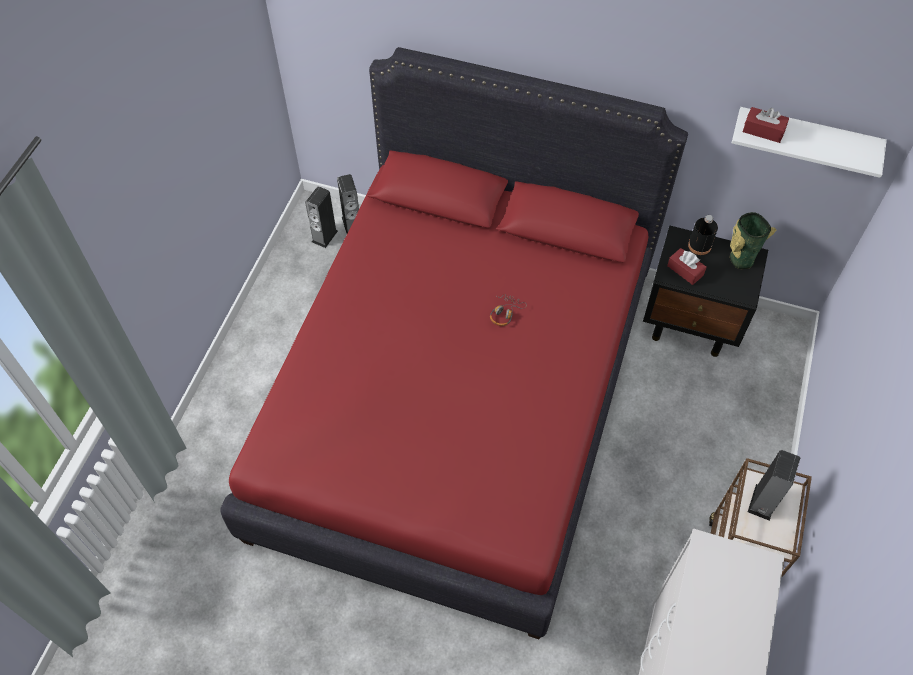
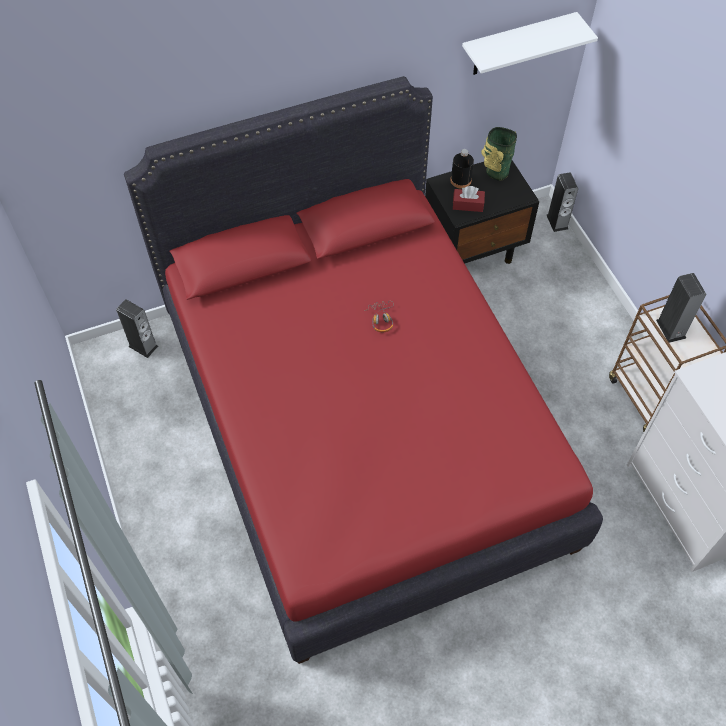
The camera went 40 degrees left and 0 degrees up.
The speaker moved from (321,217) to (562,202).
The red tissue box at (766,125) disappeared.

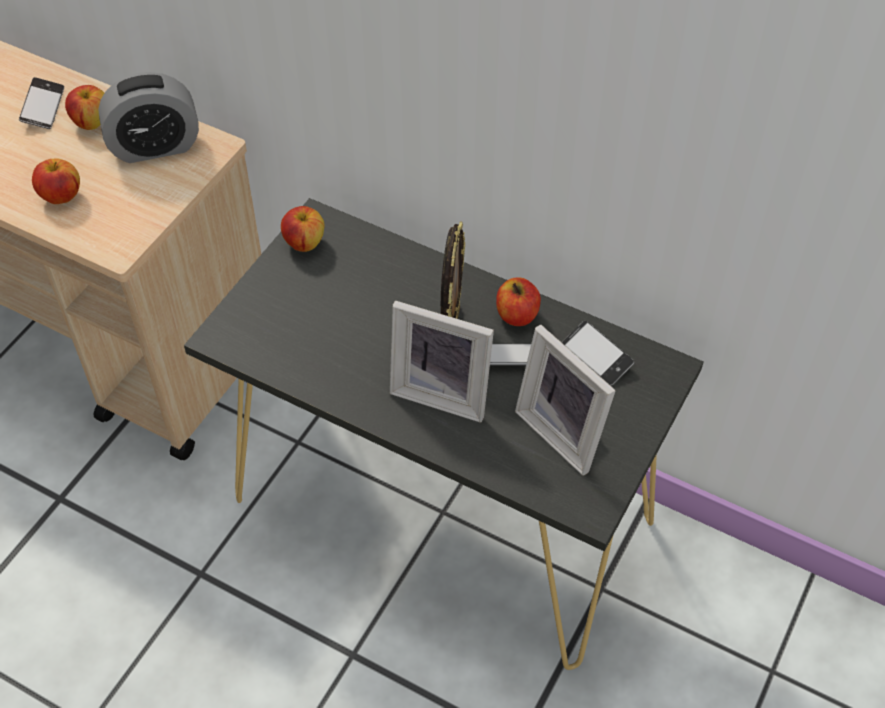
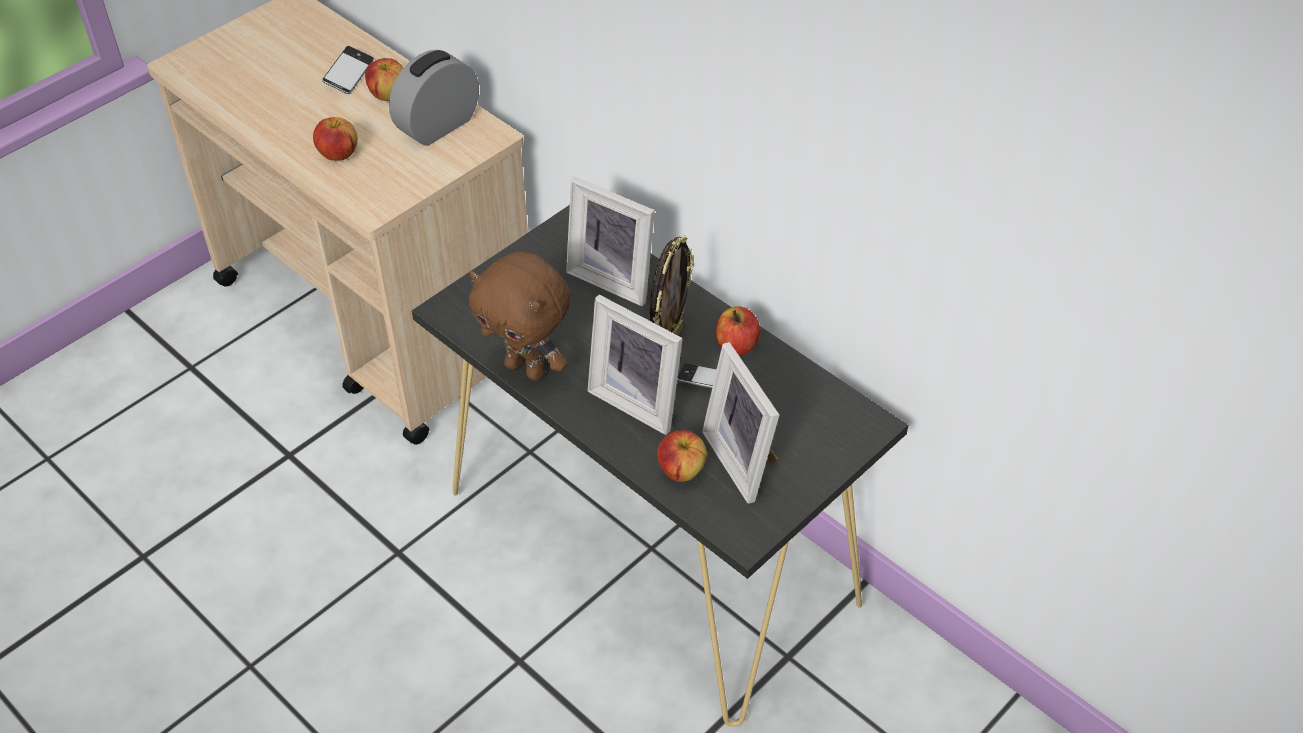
The camera went 15 degrees right and 5 degrees down.
The alarm clock at (148,117) turned 135 degrees clockwise.
The brown plush toy at (519,316) appeared.
The picture frame at (610,241) appeared.
The apple moved from (302,229) to (682,456).
The phone at (598,353) disappeared.

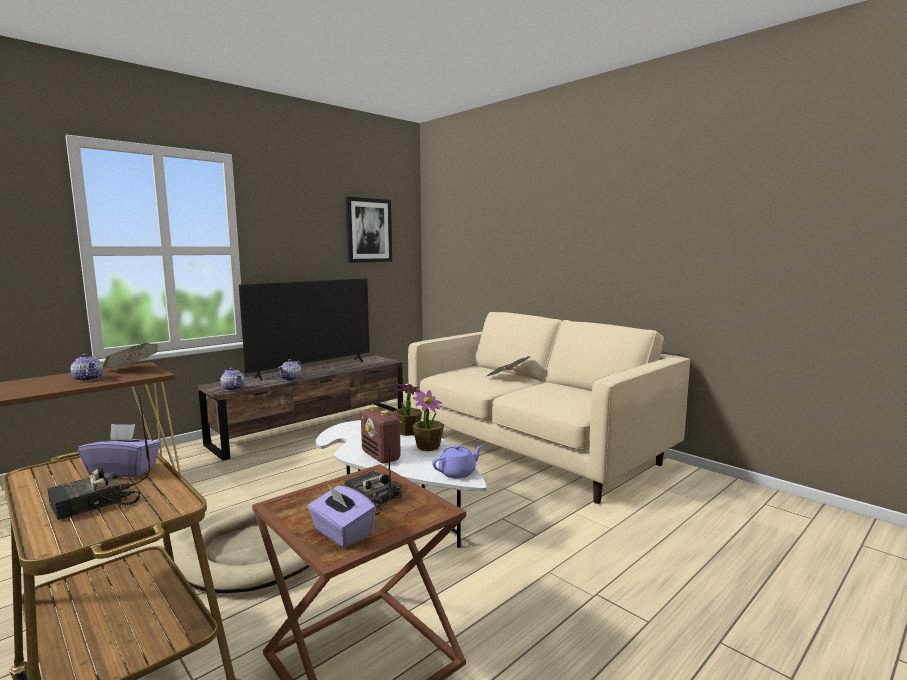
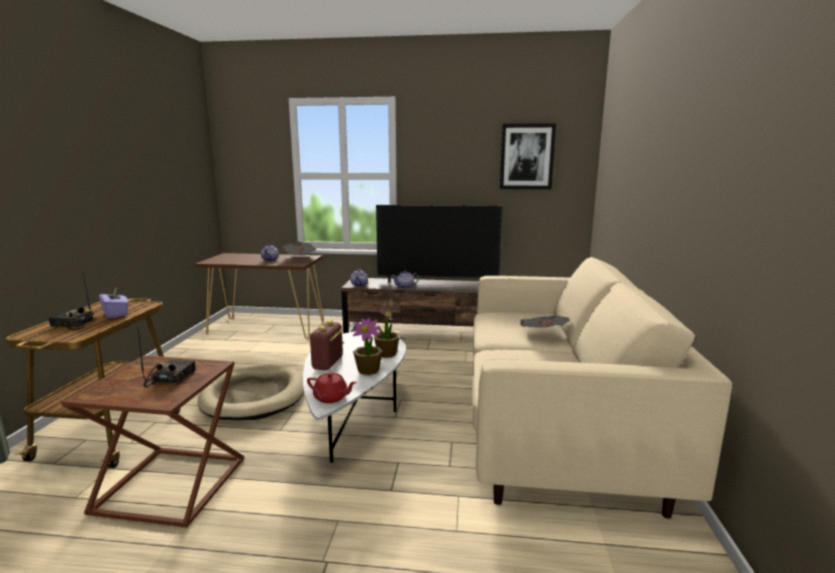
The camera went 50 degrees right and 5 degrees up.
The purple teapot at (458,462) became the red teapot at (332,387).
The purple tissue box at (341,516) disappeared.

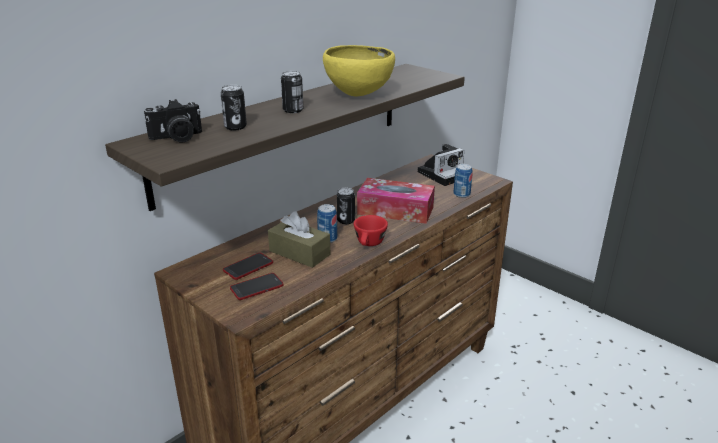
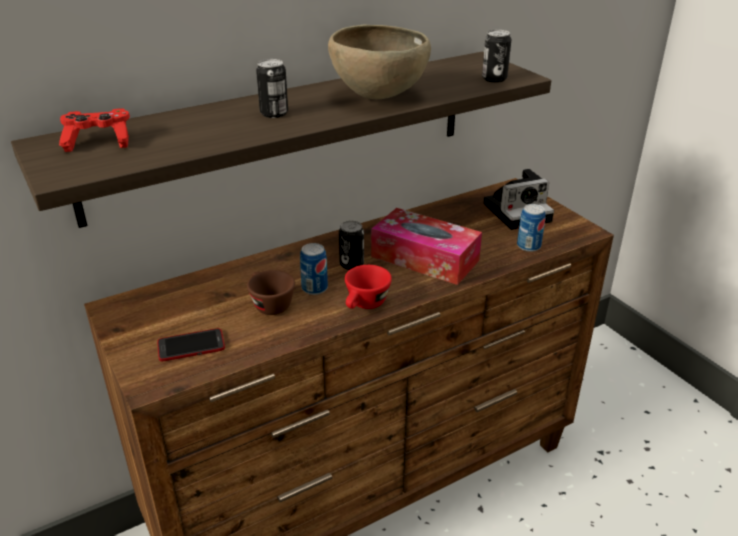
The camera went 15 degrees right and 5 degrees up.
The photo camera at (173,120) was replaced by the red game controller at (94,130).
The brown tissue box at (299,239) was replaced by the brown cup at (271,292).
The yellow bowl at (359,71) became the brown bowl at (379,61).
The can moved from (234,107) to (497,56).
The phone at (248,266) disappeared.

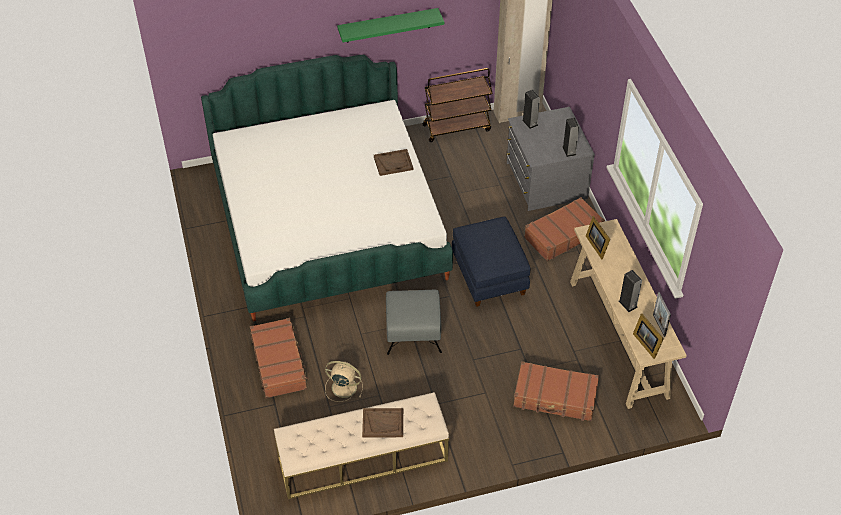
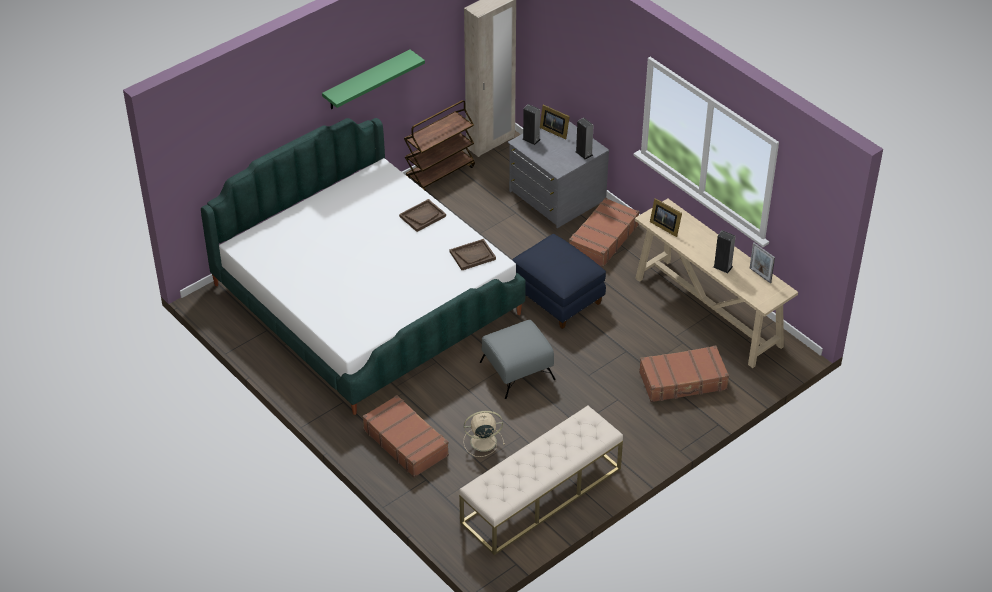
The camera went 25 degrees left and 5 degrees down.
The brown tray moved from (382,422) to (473,254).
The picture frame moved from (648,336) to (555,122).

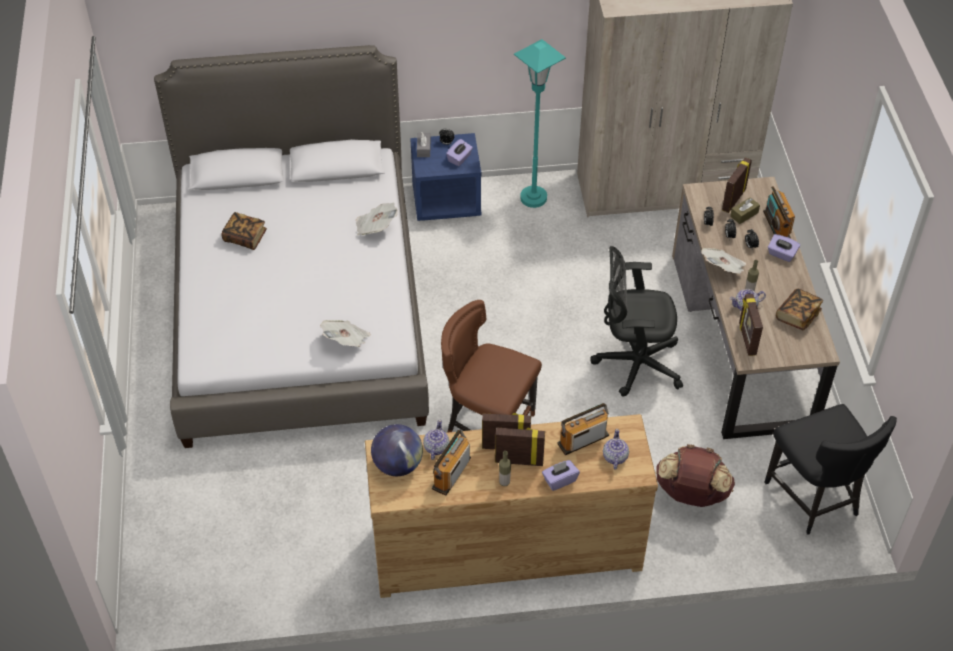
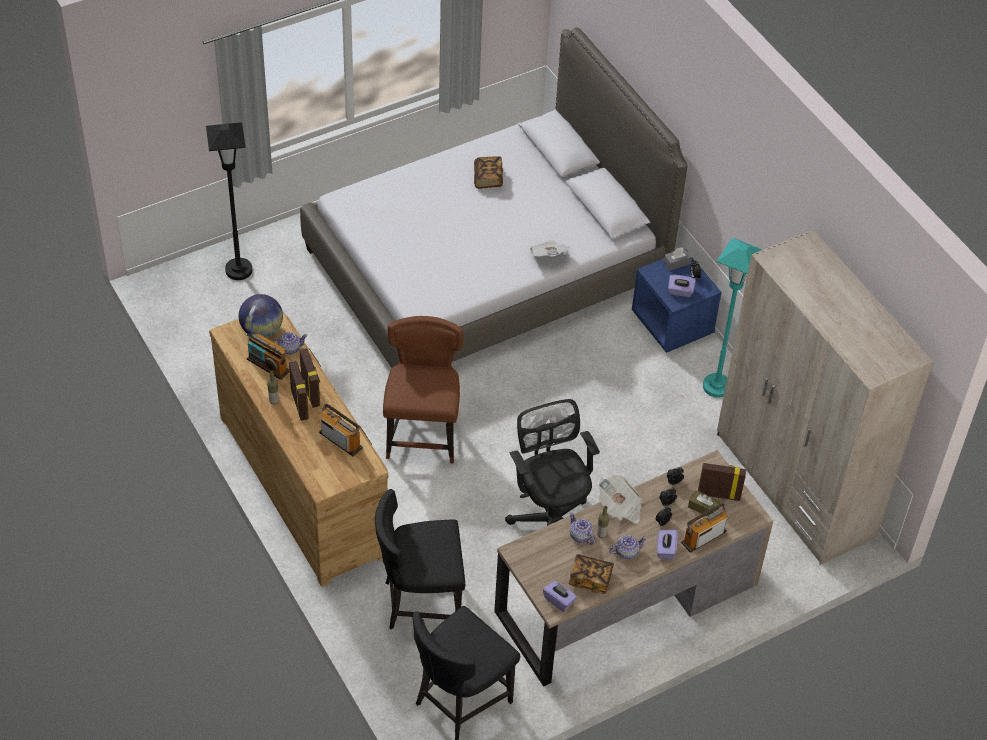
The camera went 65 degrees right and 0 degrees up.
The black floor lamp at (229,201) appeared.
The radio at (451,463) turned 150 degrees counterclockwise.
The brown backpack at (695,475) was replaced by the black chair at (420,559).
The purple tissue box moved from (561,475) to (560,596).
The teapot moved from (616,449) to (628,547).
The newspaper at (345,333) disappeared.
The picture frame at (751,325) disappeared.

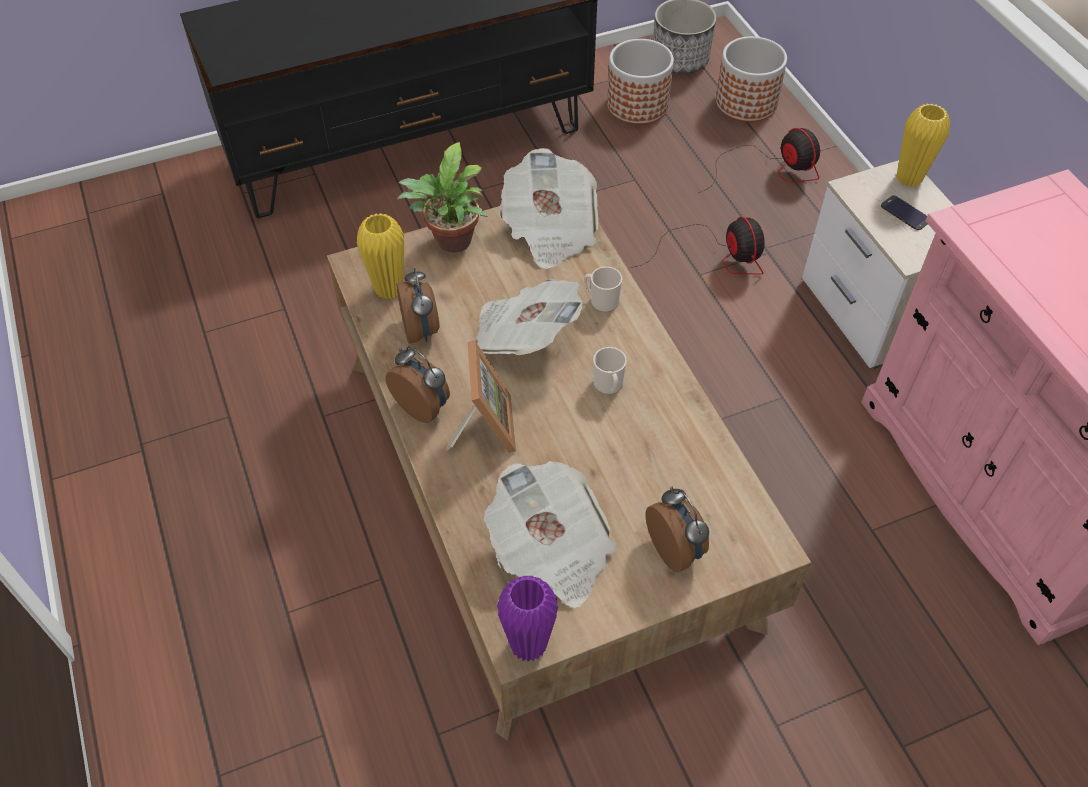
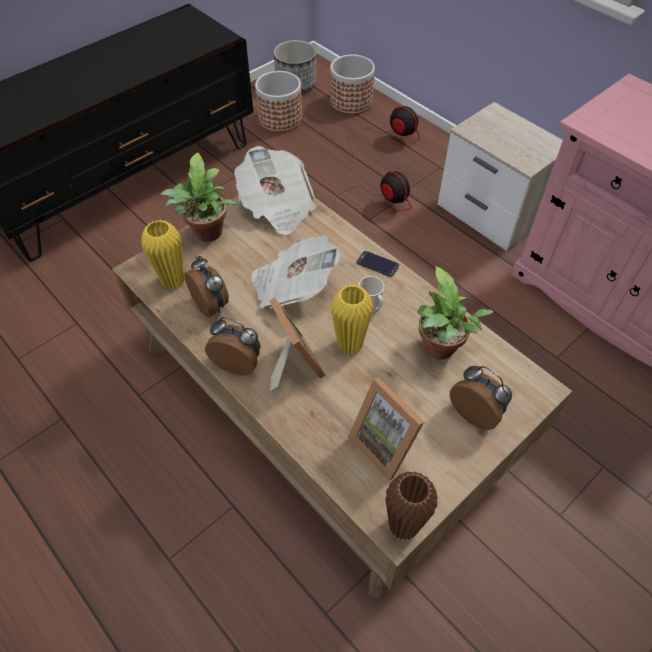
The camera went 20 degrees left and 0 degrees up.
The yellow vase moved from (923,145) to (352,320).
The newspaper at (550,534) was replaced by the picture frame at (386,429).
The phone moved from (904,212) to (378,264).
The purple vase at (527,619) became the brown vase at (411,505).
The potted plant at (455,313) appeared.
The mug at (603,289) disappeared.

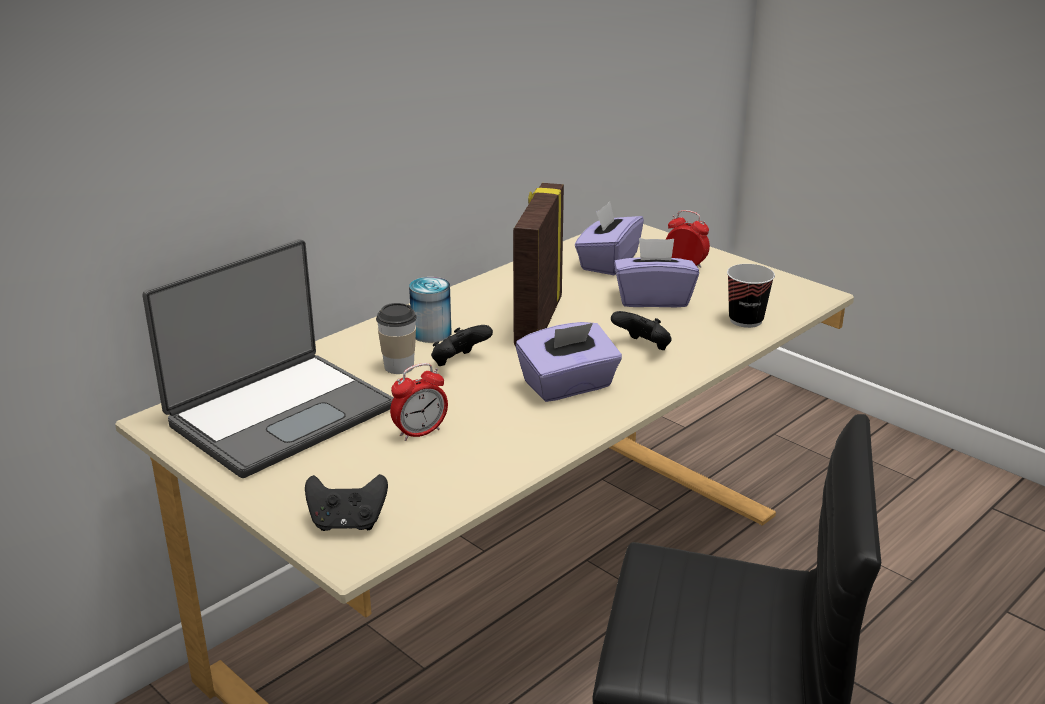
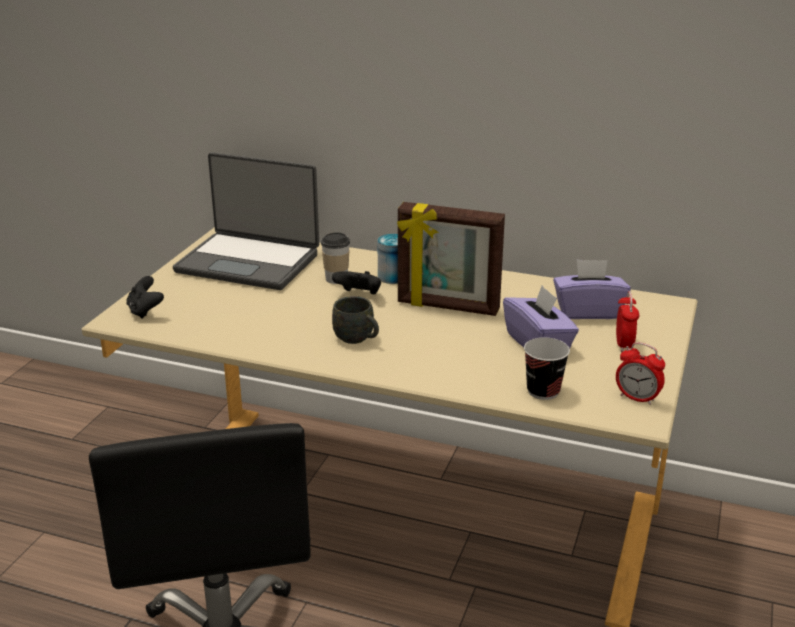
The camera went 65 degrees right and 0 degrees up.
The purple tissue box at (569,362) was replaced by the grey mug at (355,320).
The picture frame at (538,265) turned 150 degrees counterclockwise.
The alarm clock moved from (419,402) to (640,373).
The black game controller at (641,330) disappeared.

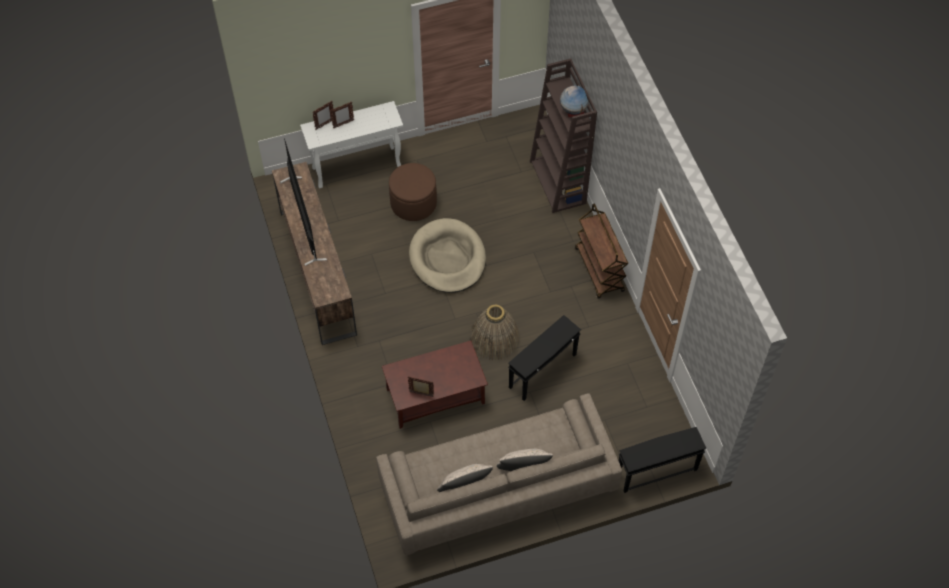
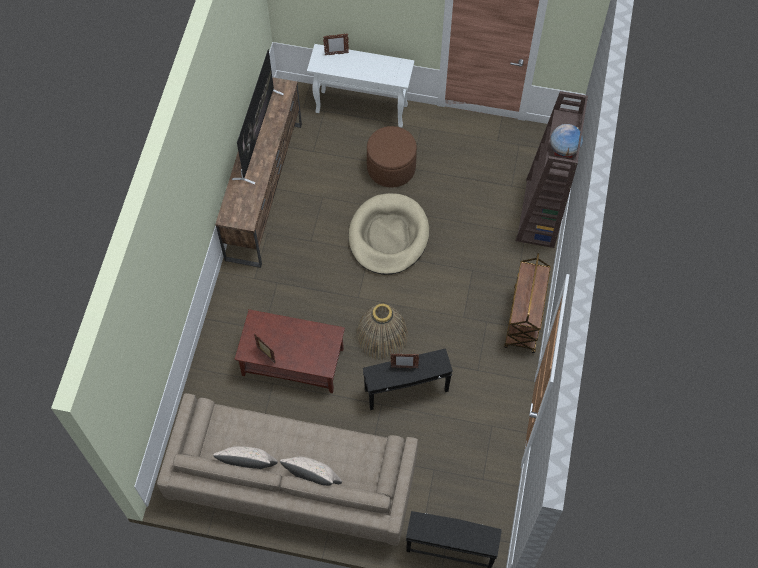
The camera went 30 degrees right and 5 degrees up.
The picture frame moved from (342,115) to (404,361).

